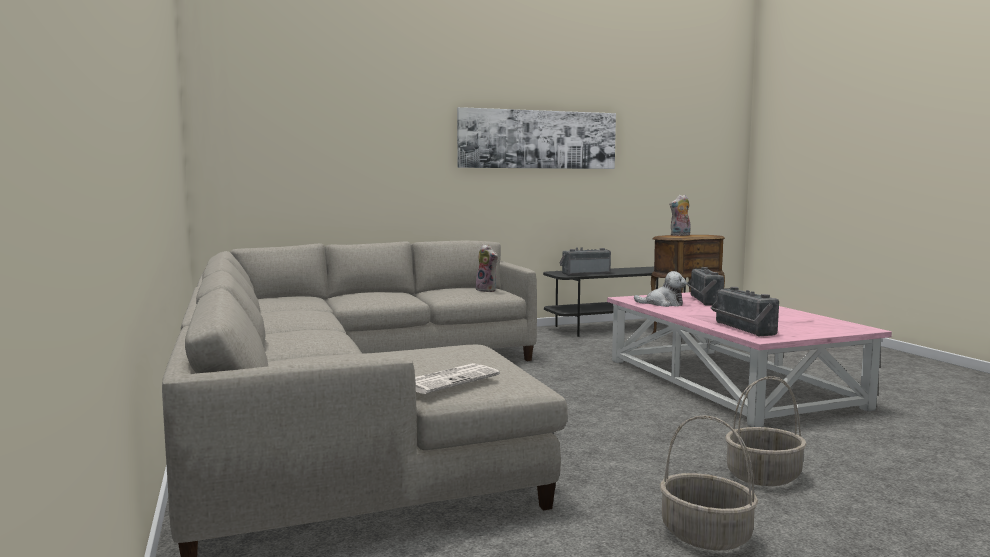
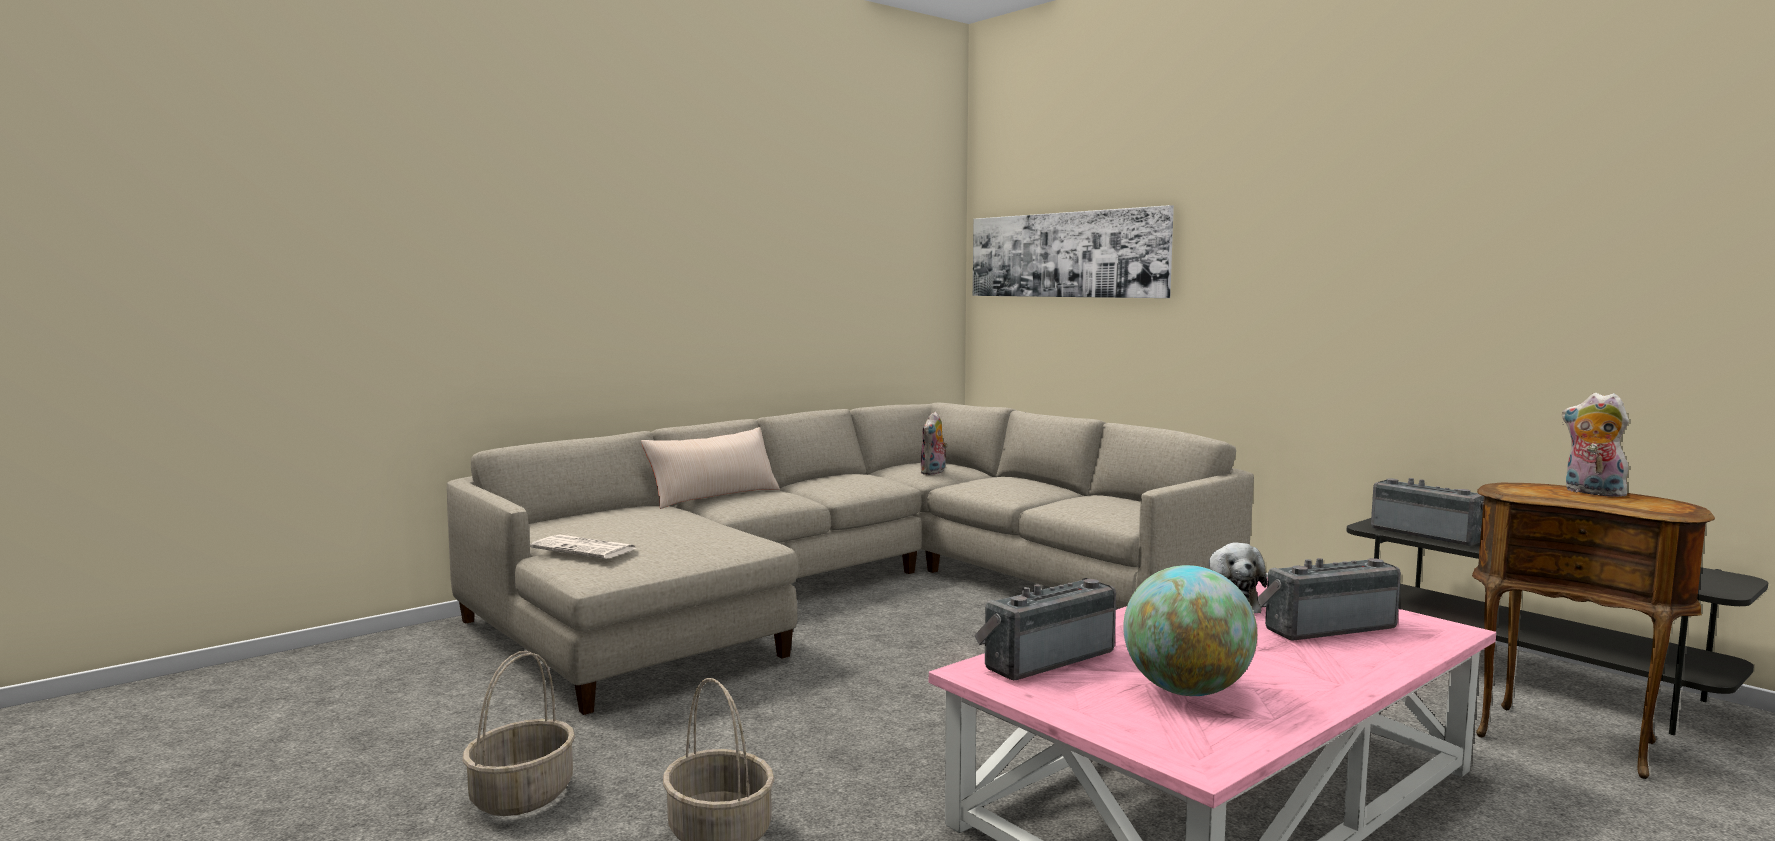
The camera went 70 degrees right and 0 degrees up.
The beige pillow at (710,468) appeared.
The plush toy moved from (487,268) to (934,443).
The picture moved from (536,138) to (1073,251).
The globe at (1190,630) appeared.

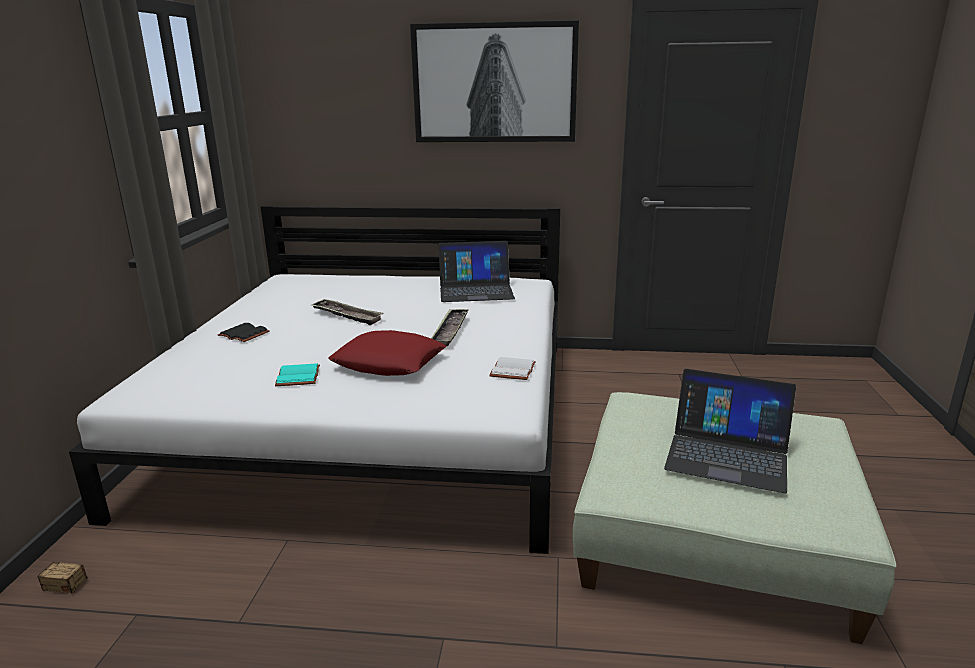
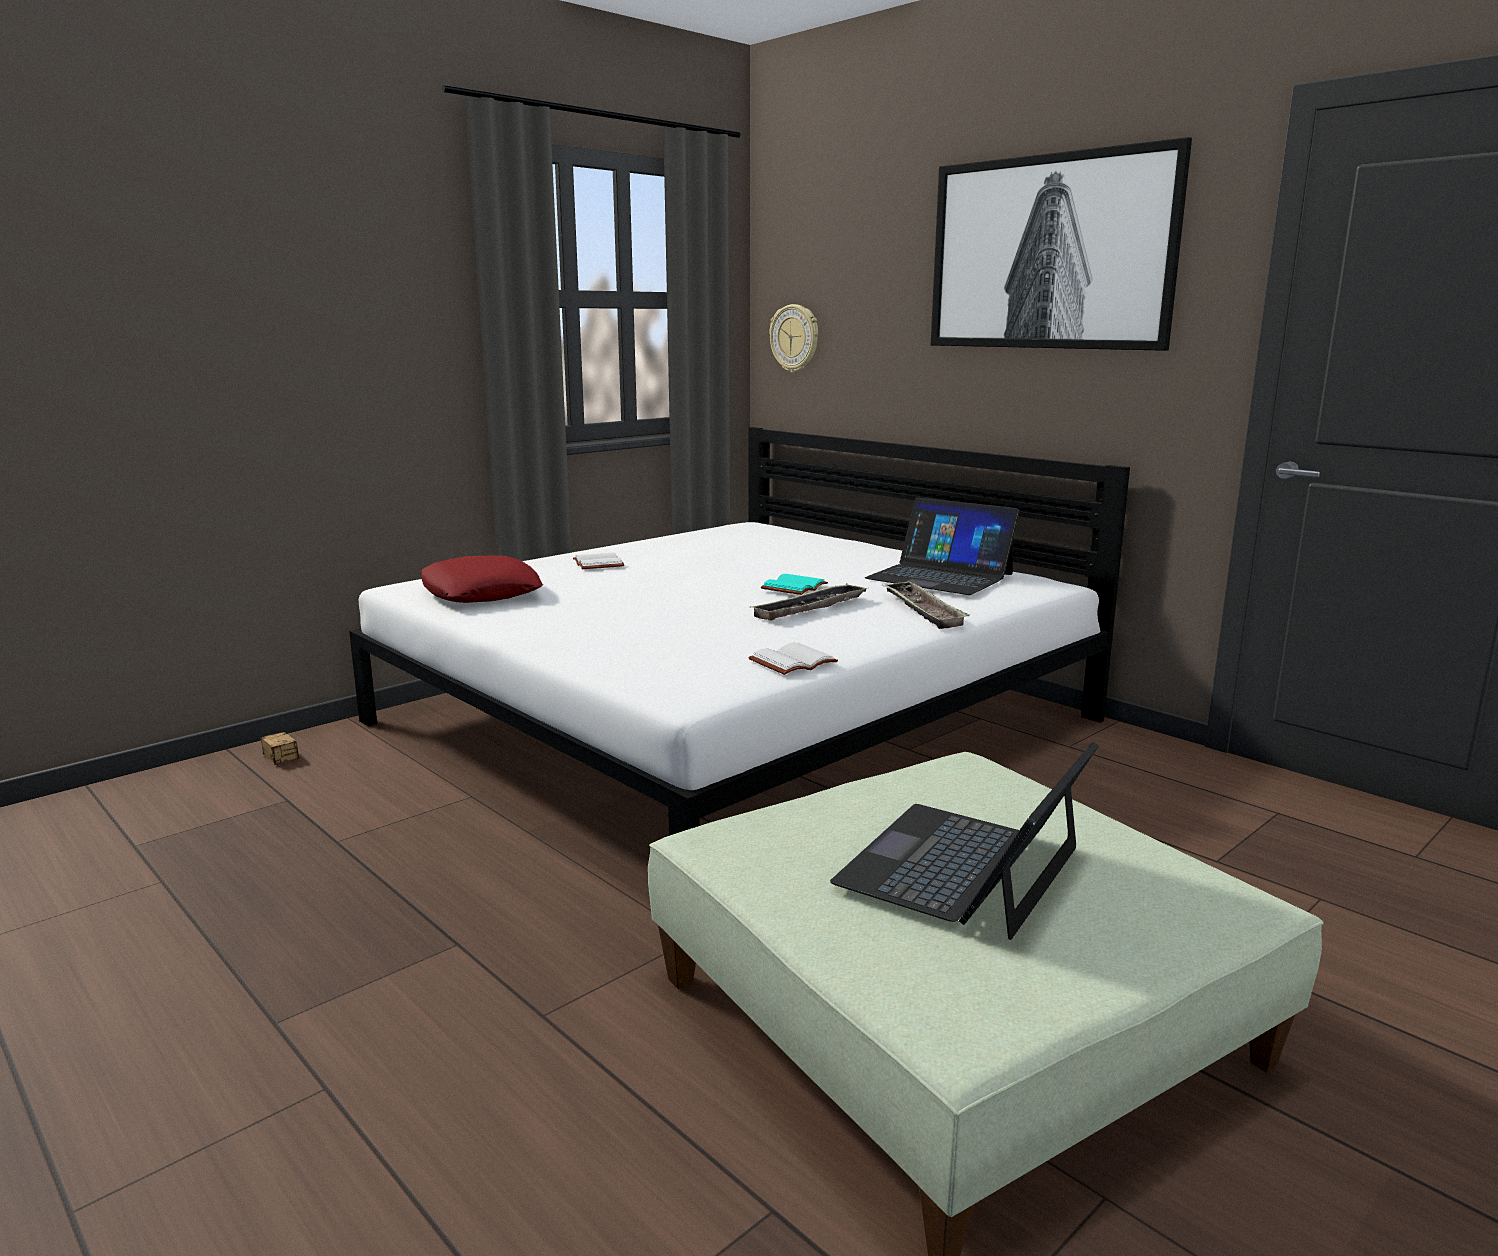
The camera went 40 degrees right and 5 degrees down.
The red pillow moved from (387,353) to (481,579).
The black book at (243,332) became the white book at (598,560).
The turquoise book moved from (297,374) to (794,584).
The wall clock at (793,338) appeared.
The laptop at (730,431) turned 60 degrees clockwise.
The tray moved from (347,312) to (926,605).

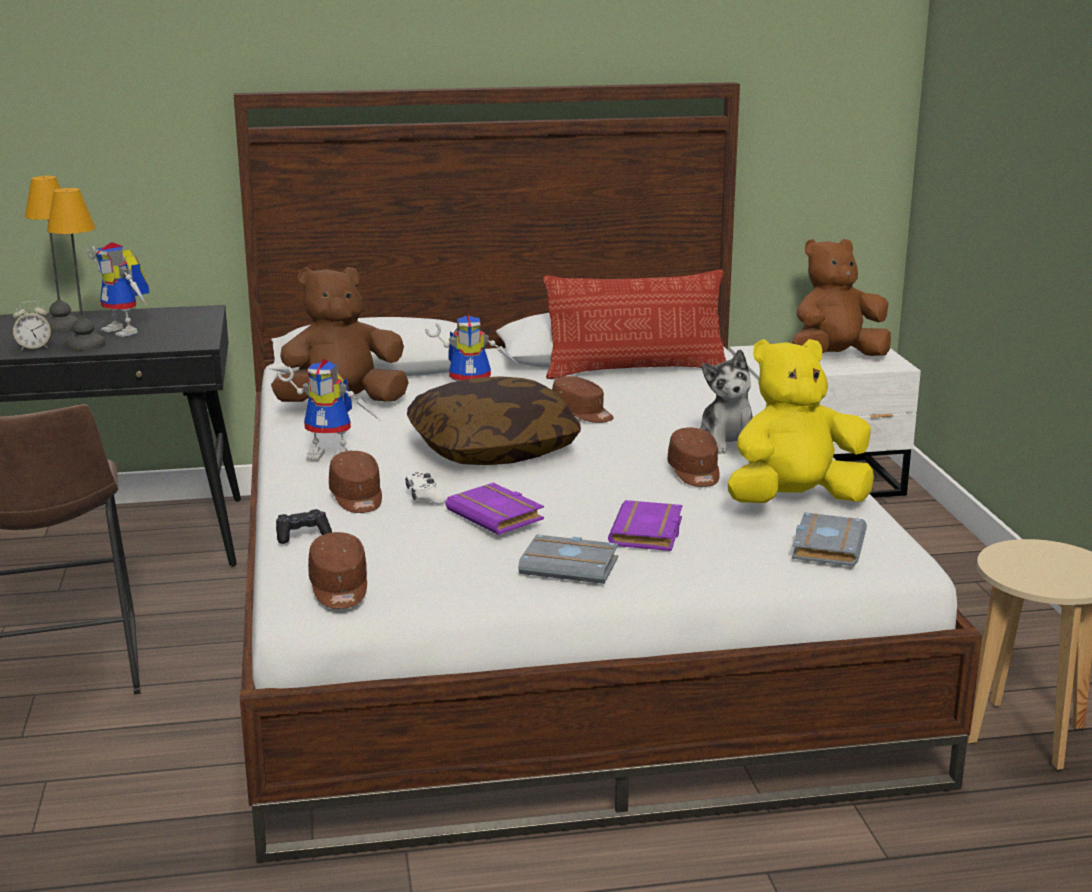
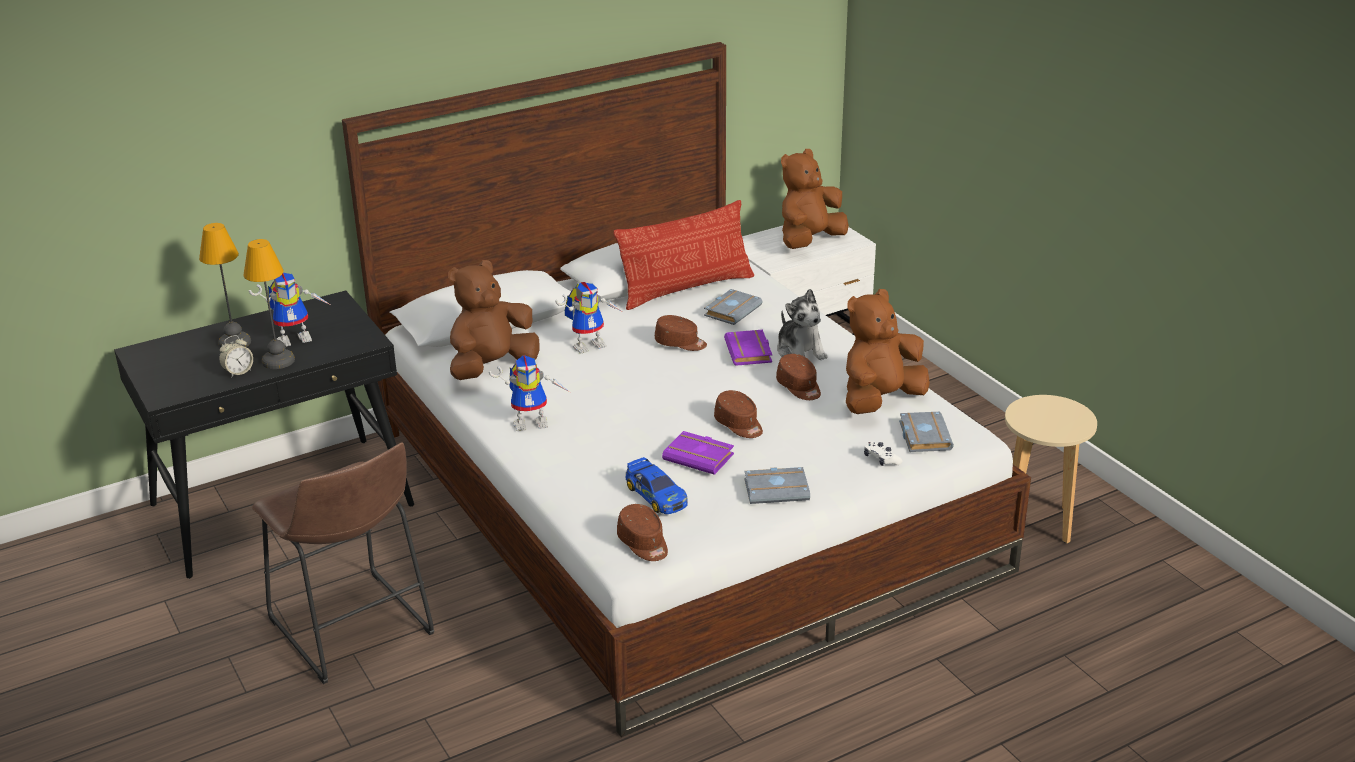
The camera went 20 degrees left and 10 degrees up.
The toy robot at (118,289) turned 45 degrees counterclockwise.
The toy car at (656,485) appeared.
The grey book at (733,307) appeared.
The brown cap moved from (355,482) to (738,414).
The purple book moved from (645,525) to (748,348).
The yellow plush toy at (801,421) became the brown plush toy at (888,351).
The white game controller moved from (425,488) to (883,453).
The black game controller at (304,526) disappeared.
The pillow at (494,420) disappeared.

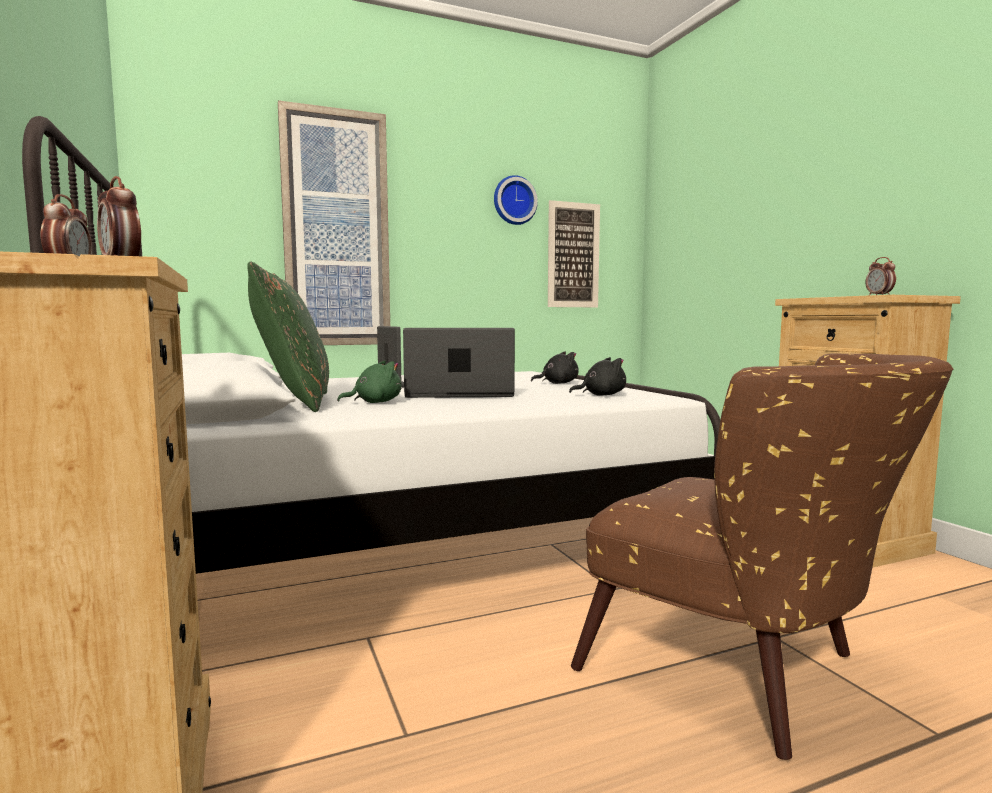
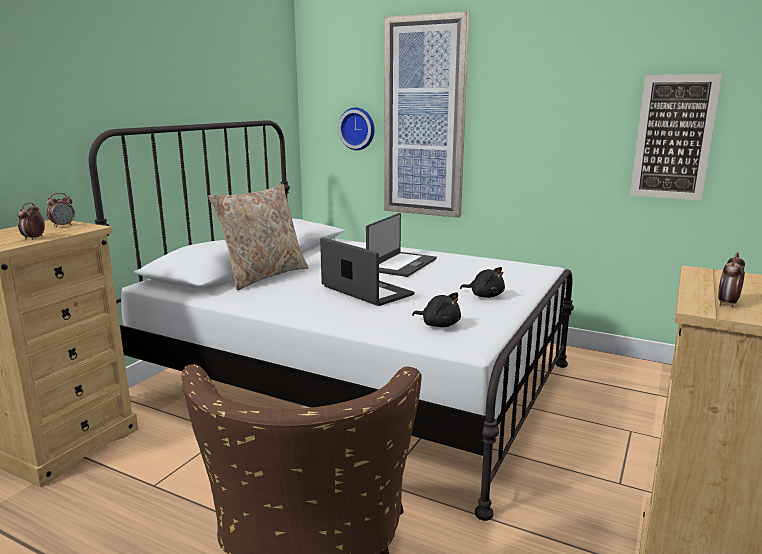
The camera went 50 degrees right and 10 degrees up.
The green pillow at (288,337) became the beige pillow at (258,237).
The wall clock moved from (516,200) to (356,129).
The green plush toy at (369,382) disappeared.

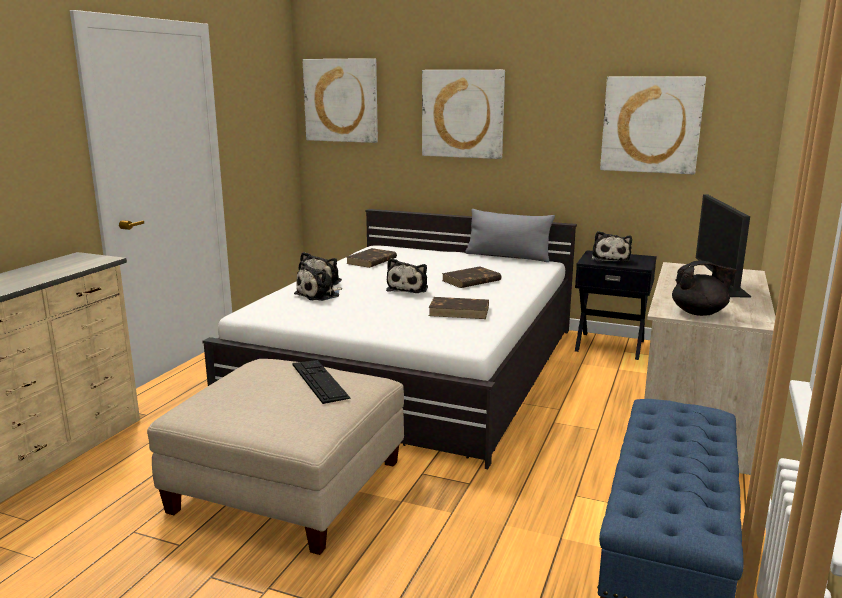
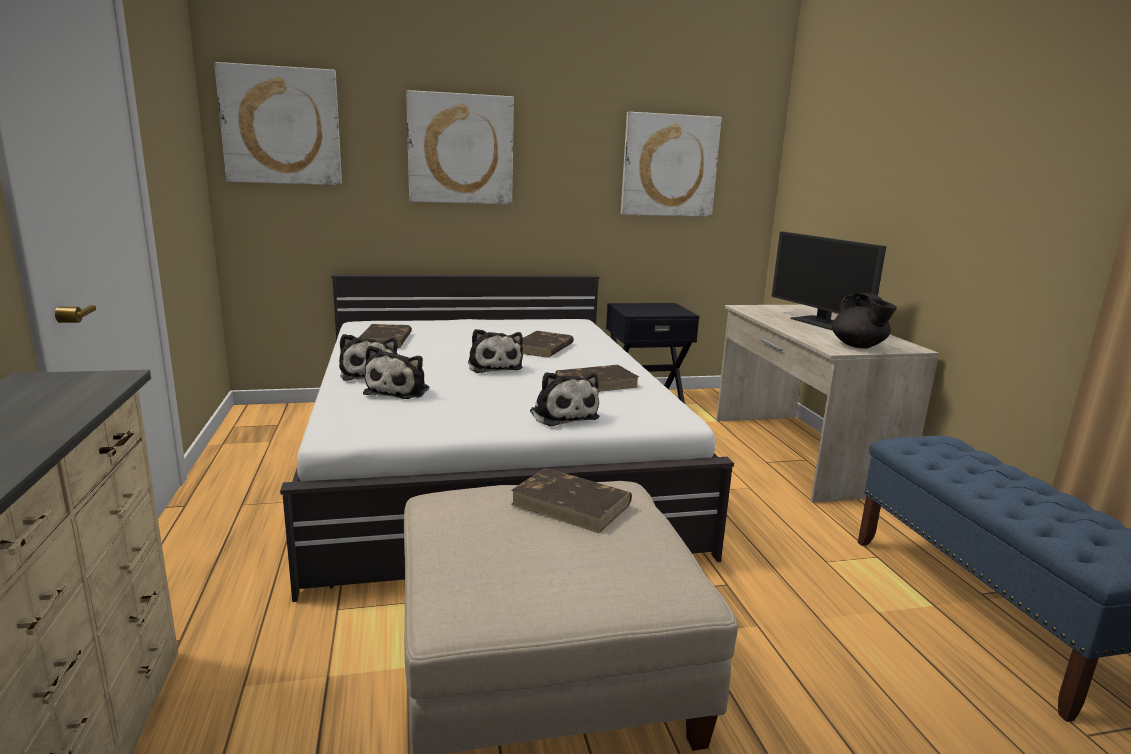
The camera went 35 degrees left and 0 degrees up.
The keyboard at (322,382) was replaced by the brown book at (571,500).
The plush toy moved from (612,246) to (565,399).
The black teapot at (704,288) turned 105 degrees clockwise.
The grey pillow at (510,235) disappeared.

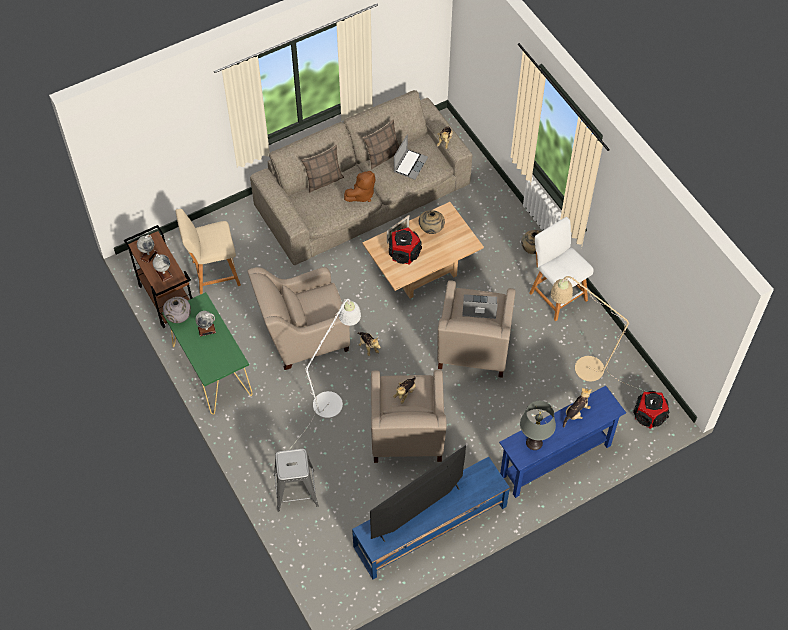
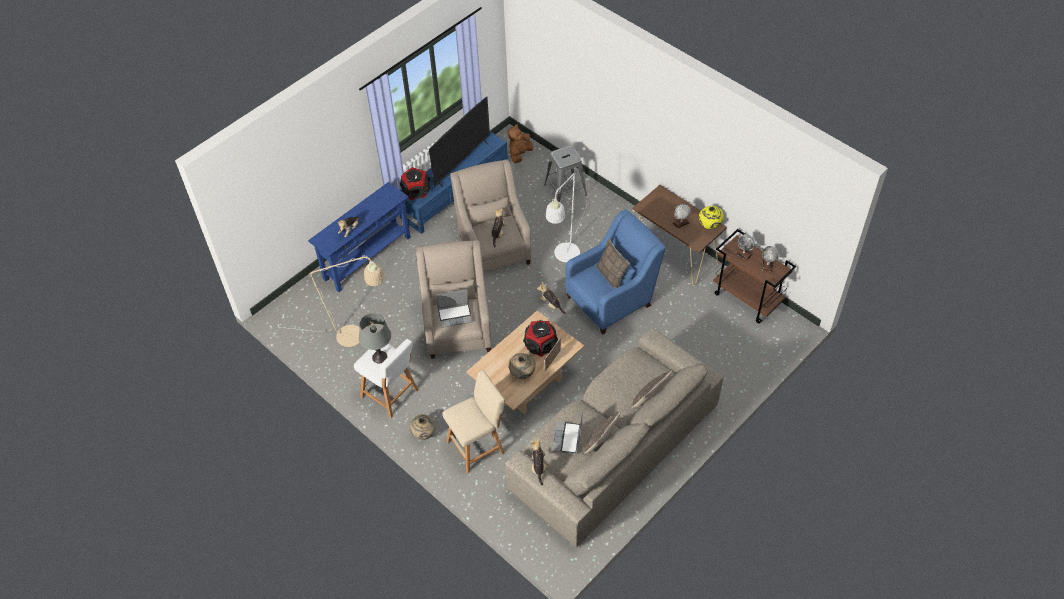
The camera went 165 degrees right and 5 degrees down.
The grey table lamp moved from (538,425) to (375,338).
The speaker moved from (651,410) to (415,183).
The beige stool moved from (208,252) to (474,421).
The brown plush toy moved from (359,186) to (520,143).
The beige armchair at (298,318) became the blue armchair at (615,271).
The pillow at (613,263) appeared.
The green console table at (207,353) became the brown console table at (680,235).
The grey vase at (177,310) became the yellow vase at (711,217).

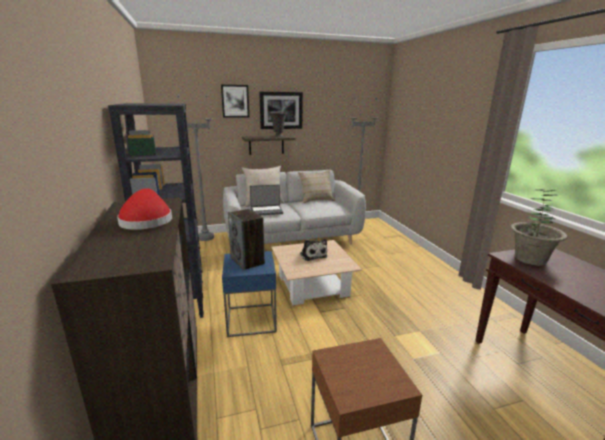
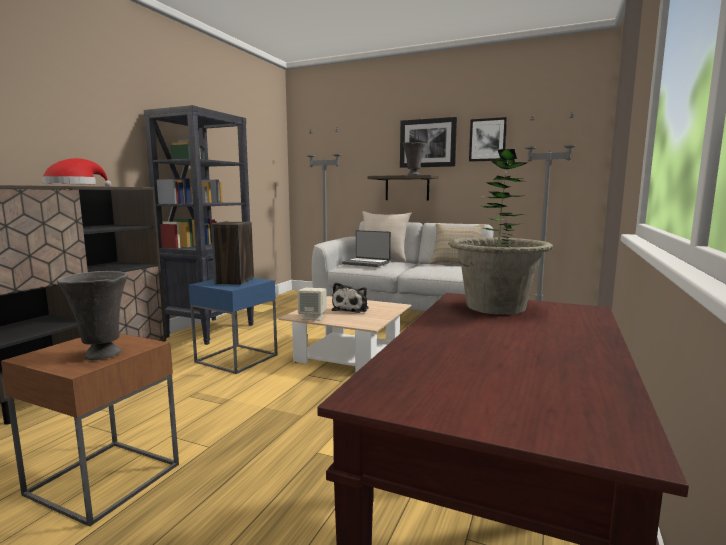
The camera went 40 degrees right and 10 degrees down.
The grey vase at (92,315) appeared.
The beige speaker at (312,304) appeared.
The picture moved from (235,101) to (488,139).

